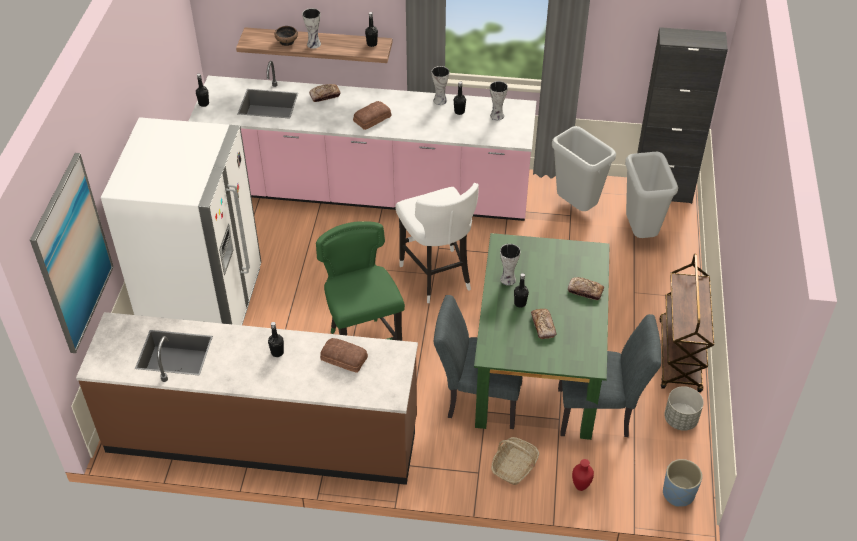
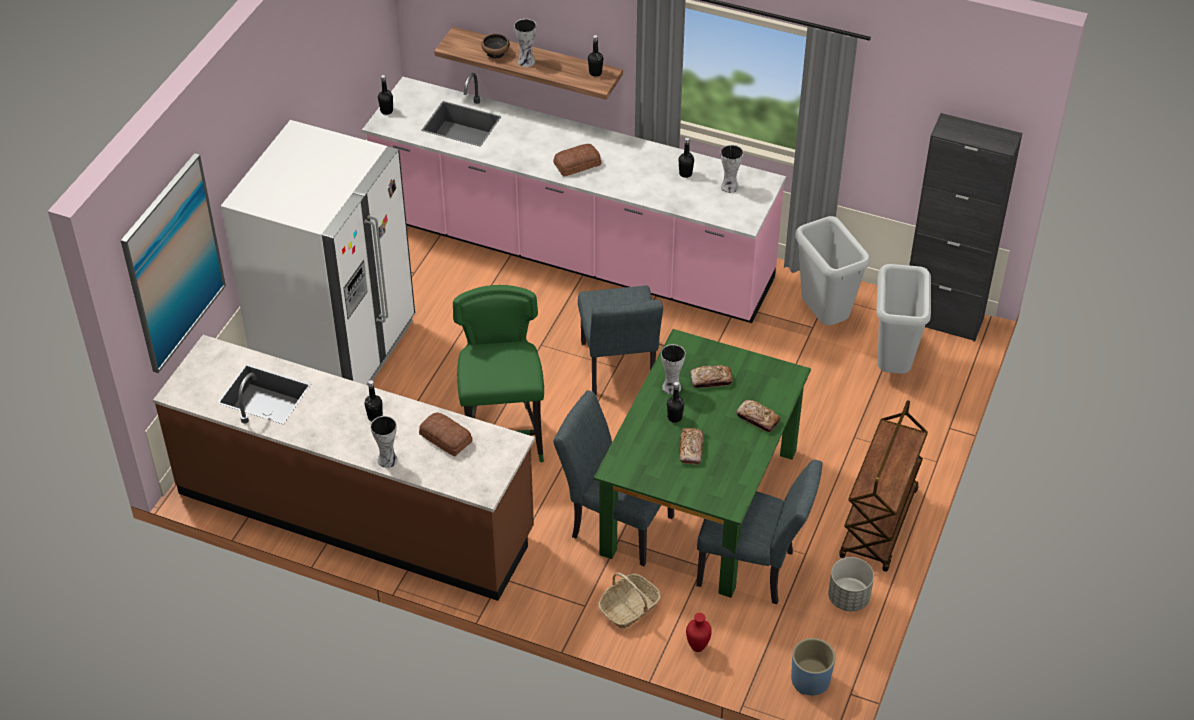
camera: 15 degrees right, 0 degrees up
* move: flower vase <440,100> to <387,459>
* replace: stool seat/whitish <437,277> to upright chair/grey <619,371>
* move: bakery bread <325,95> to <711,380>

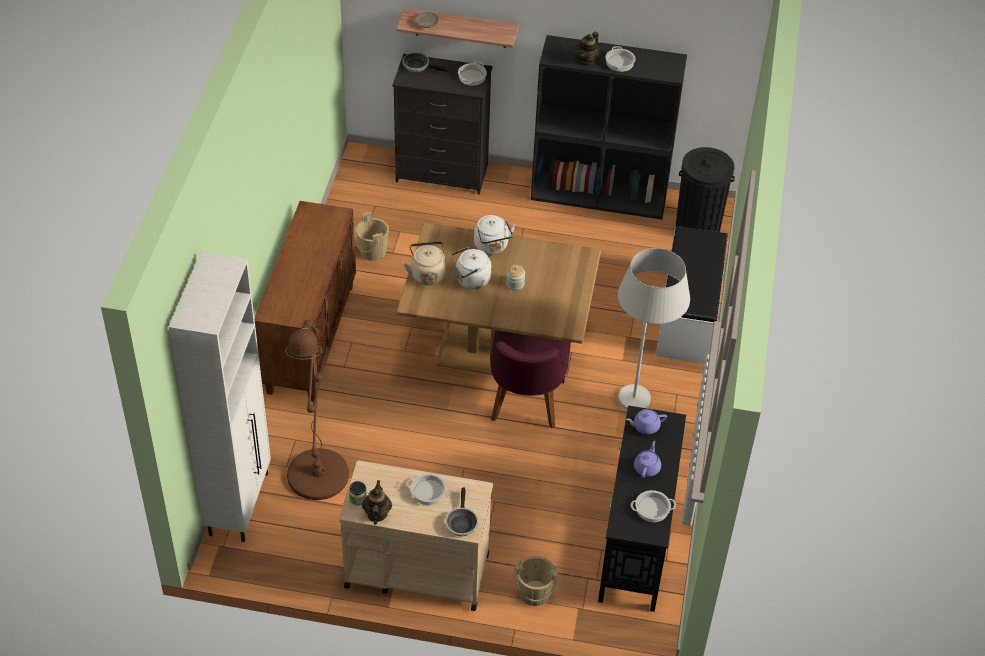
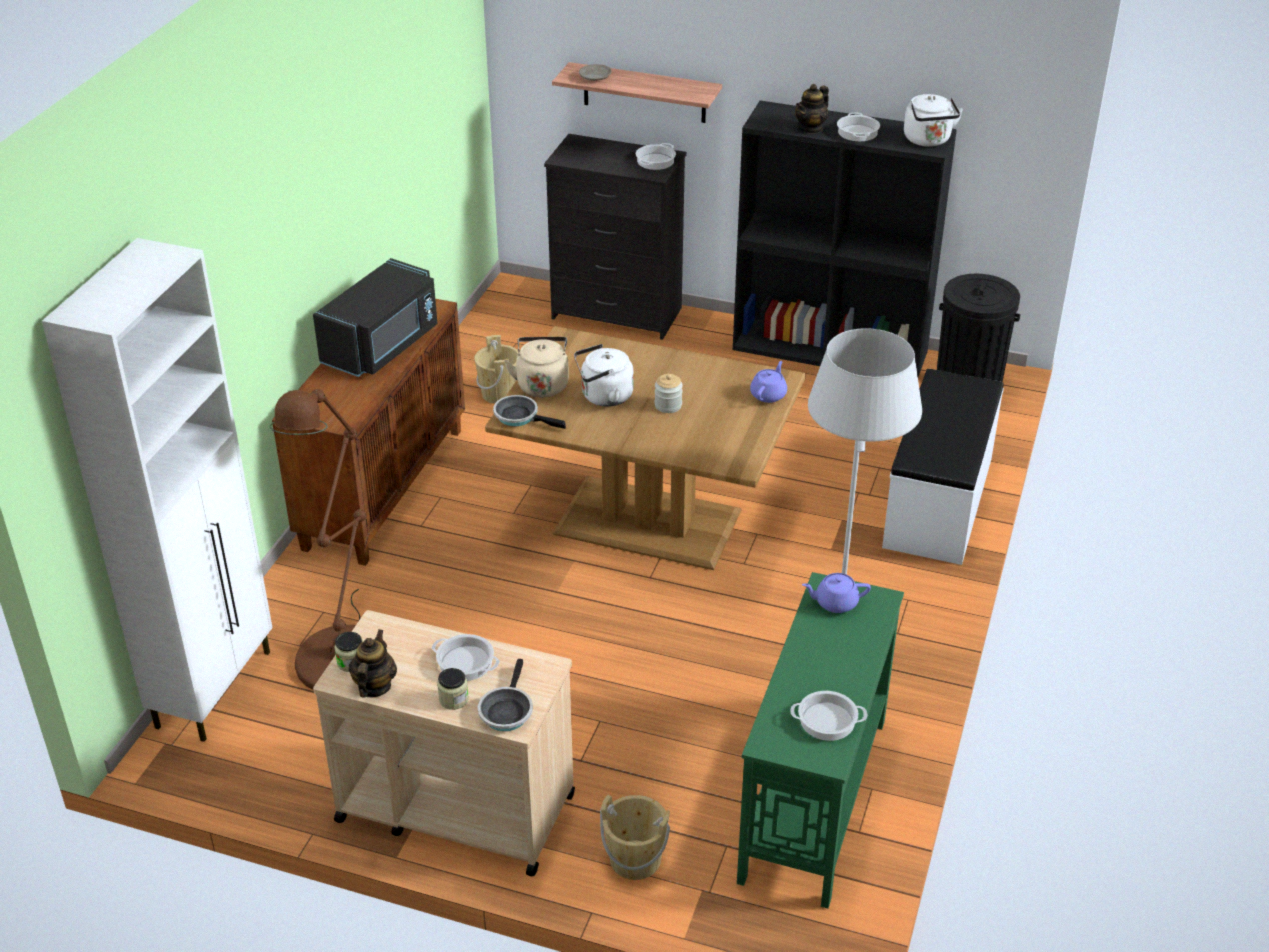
camera: 10 degrees right, 10 degrees down
* insert: microwave/blackish <383,346>
* insert: preserve jar <453,699>
* move: frying pan <418,65> to <520,417>
* recolor: console table/blackish <635,542> to console table/greenish <812,799>
* move: pot for tea/purple-coloured <647,467> to <768,394>
* move: kettle/whitish <492,247> to <928,141>
* delete: upright chair/purple-coloured <525,406>

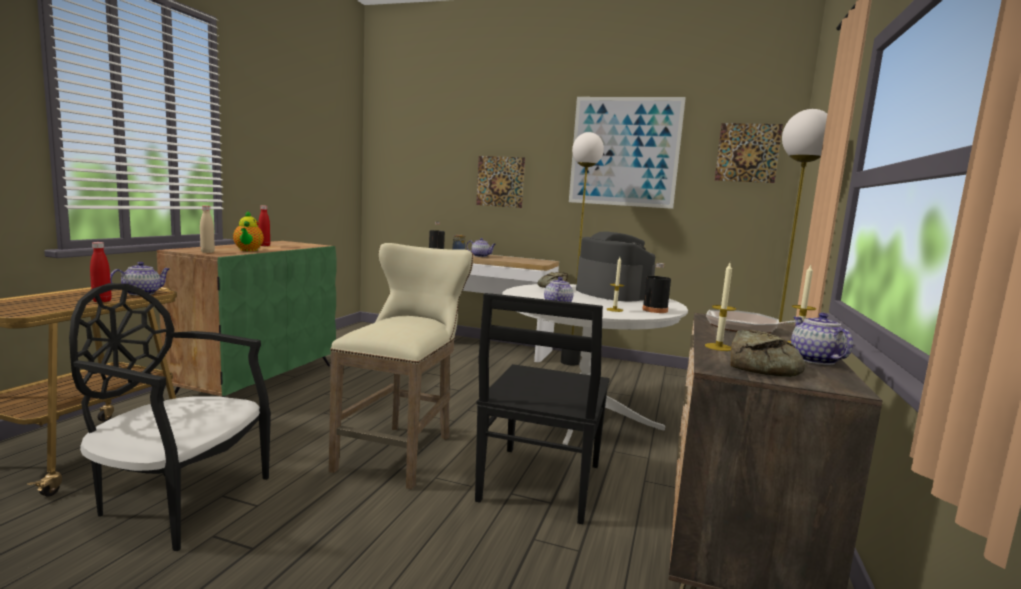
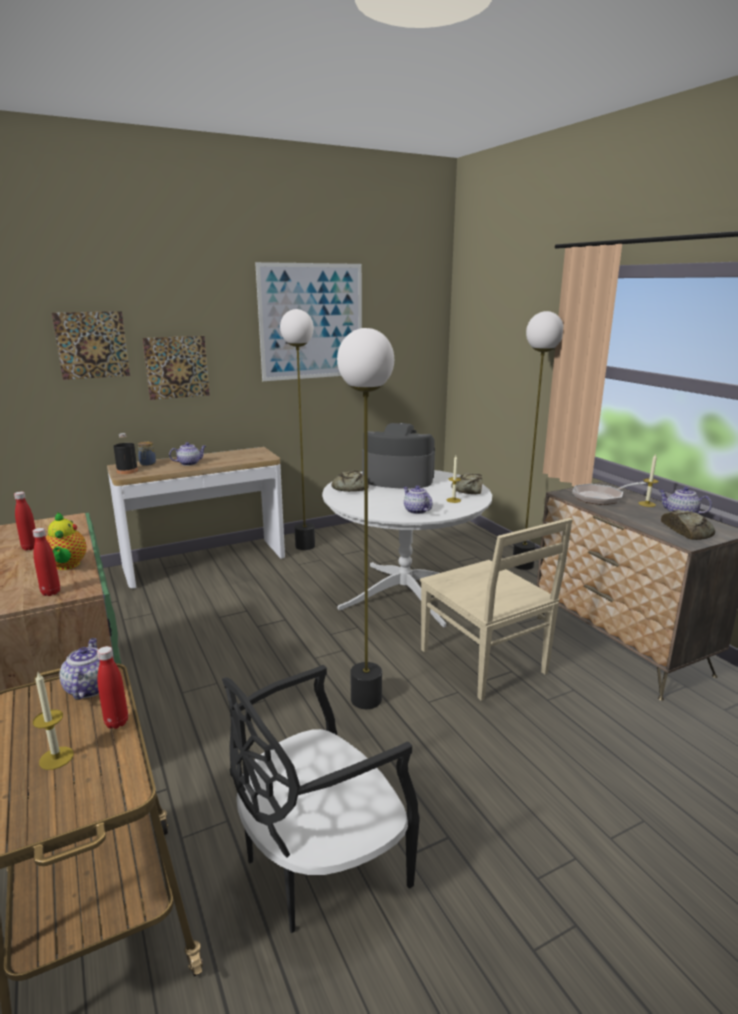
camera: 45 degrees left, 10 degrees up
* recolor: bottle/beige-coloured <207,252> to bottle/reddish <51,592>
* move: wax candle <718,347> to <56,758>
* rotate: pot for tea <248,250> = <67,566> 45 degrees clockwise
* move: picture <747,153> to <92,345>
* replace: stool seat/beige-coloured <402,451> to standing lamp <366,699>
* recolor: upright chair/blackish <539,484> to upright chair/beige-coloured <484,663>
* replace: bottle/blackish <655,310> to bakery bread <468,489>

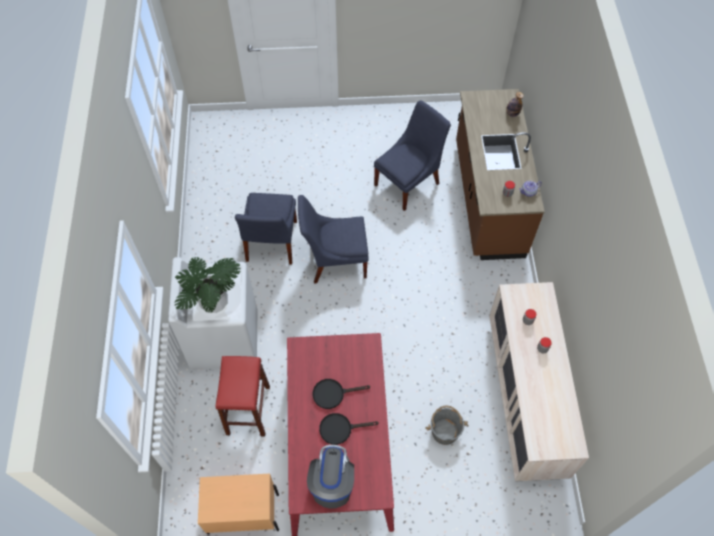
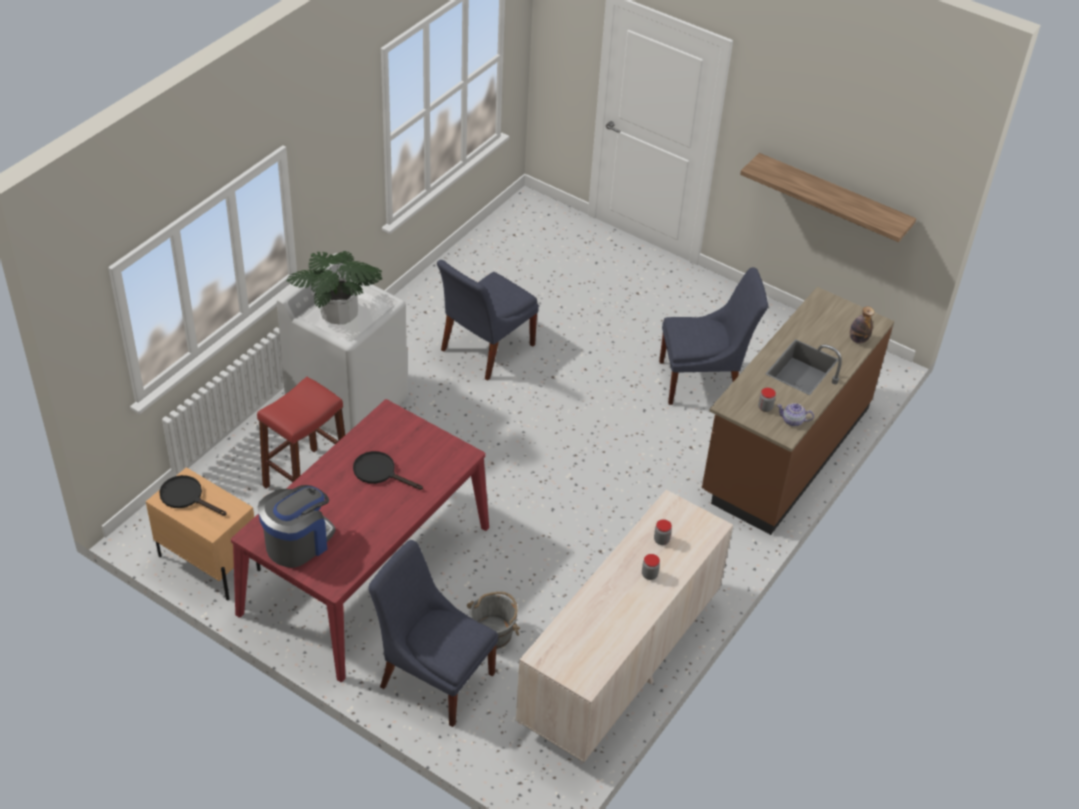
camera: 35 degrees right, 15 degrees down
* move: frying pan/blackish <340,428> to <186,496>
* move: upright chair/blue-coloured <334,260> to <433,676>
* insert: wall shelf <833,197>

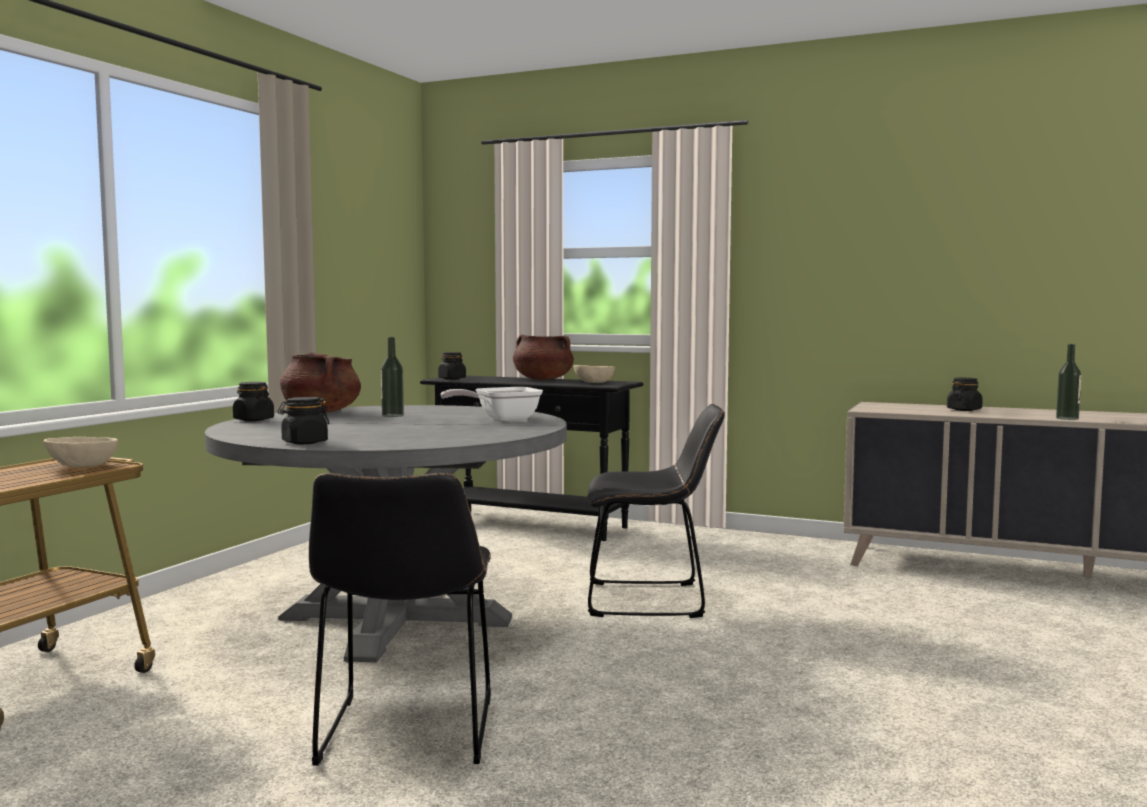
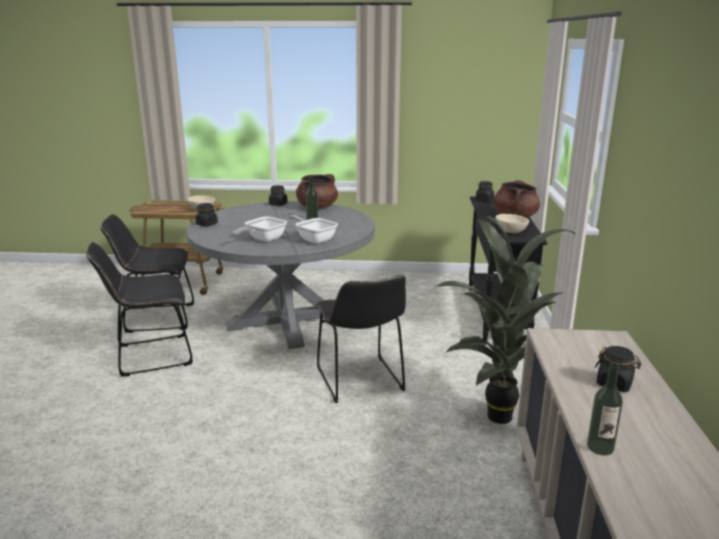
camera: 70 degrees right, 15 degrees up
* insert: upright chair/blackish <156,318>
* insert: frying pan <263,239>
* insert: potted plant <495,413>

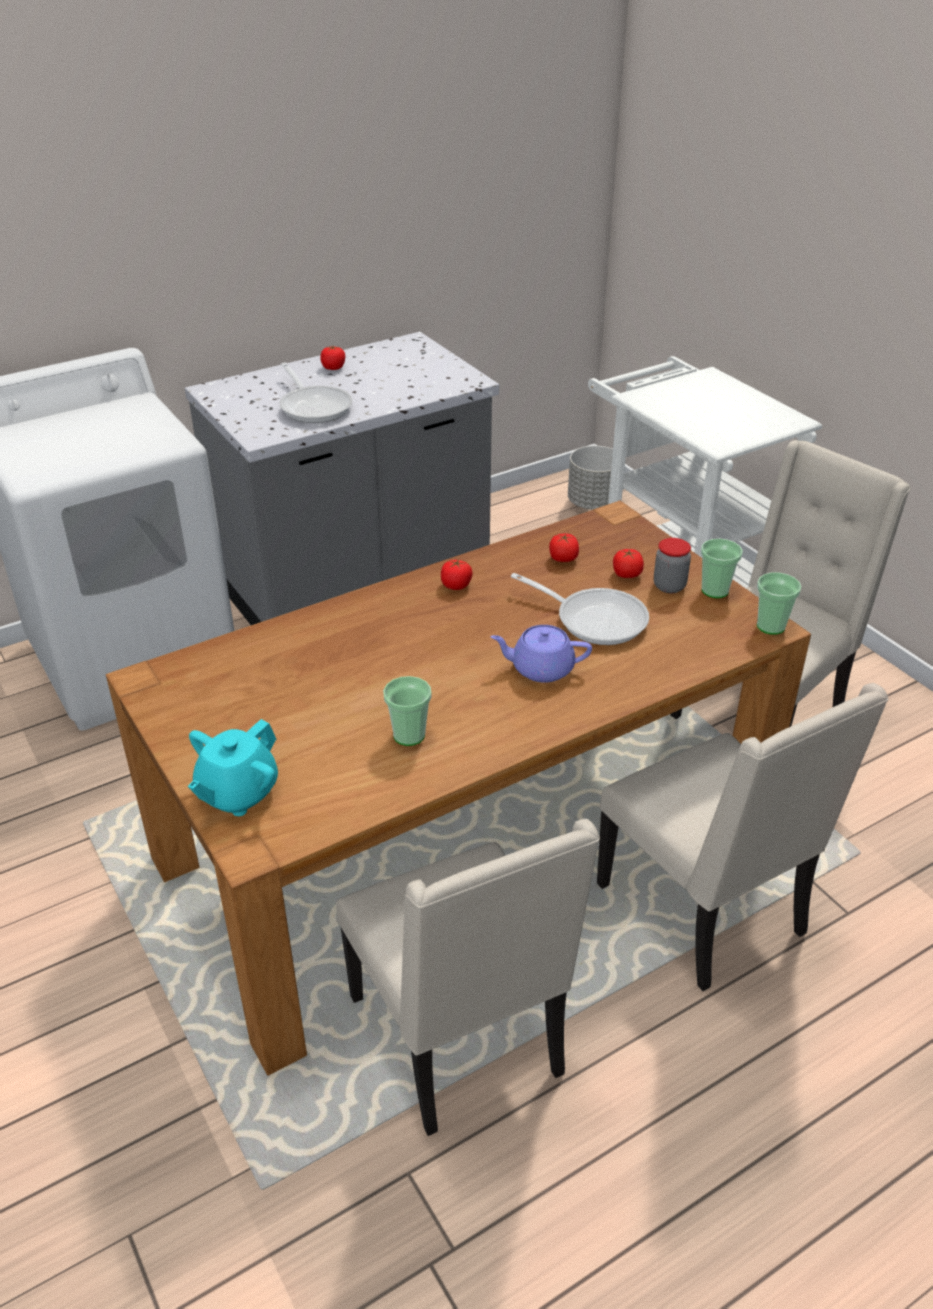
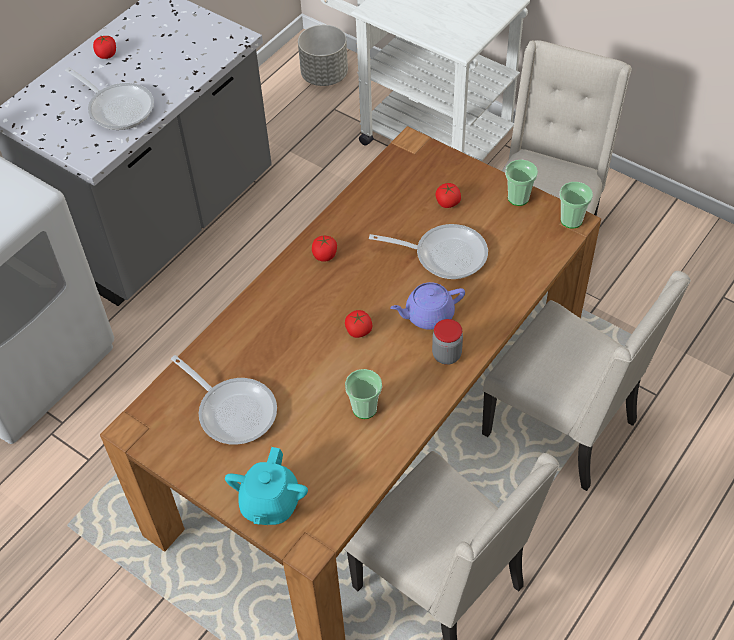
camera: 20 degrees left, 15 degrees up
* insert: frying pan <233,410>
* move: whole tomato <563,559> to <358,331>
* move: preserve jar <669,586> to <446,355>

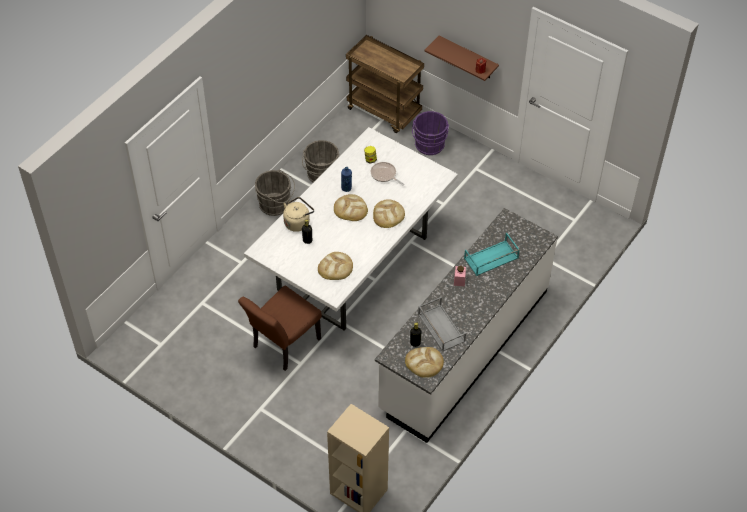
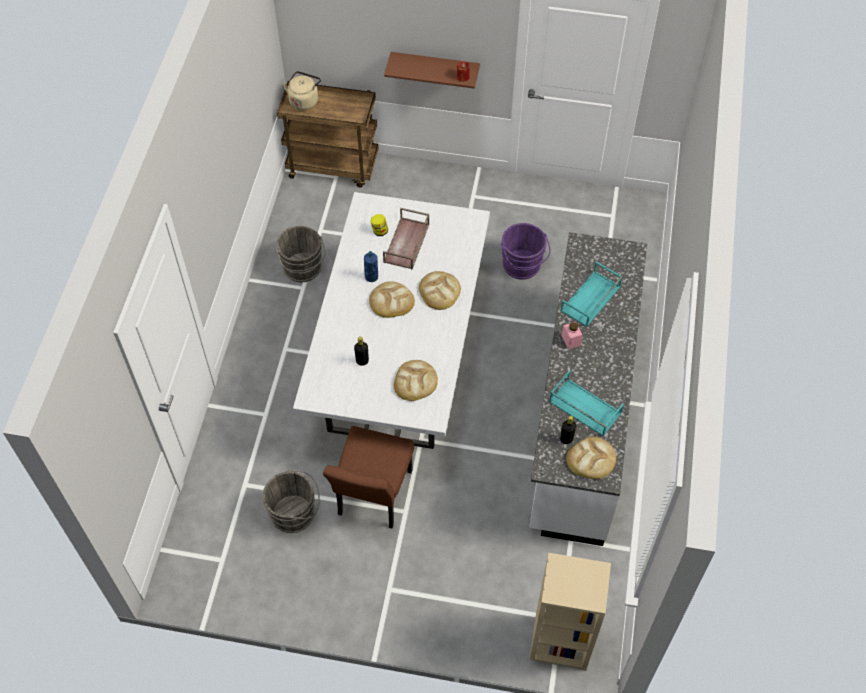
camera: 25 degrees left, 5 degrees up
* move: water bucket/grey <276,205> to <295,514>
* move: kettle/beige-coloured <298,222> to <304,100>
* replace: frying pan <384,175> to carrying tray/brown <407,244>
* move: water bucket/purple-coloured <429,146> to <522,267>
* recolor: carrying tray/grey <440,327> to carrying tray/turquoise <584,407>

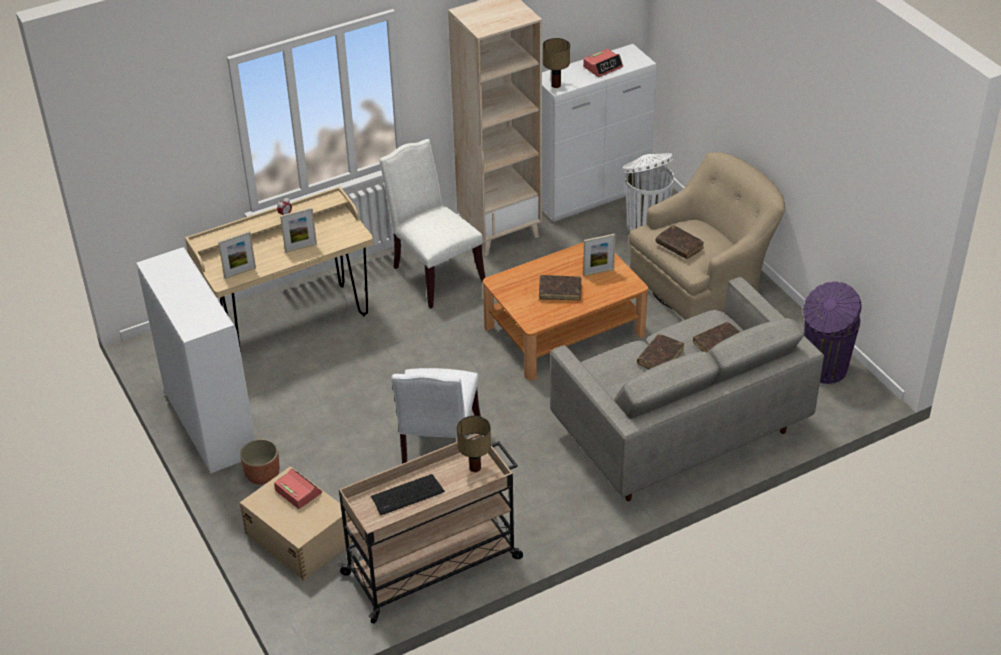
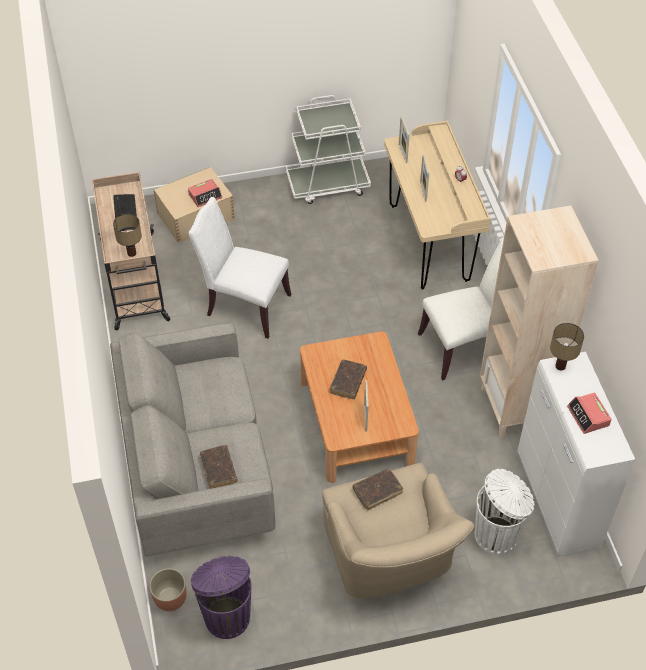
camera: 105 degrees right, 10 degrees up
* move: planter <262,475> to <170,598>
* replace: cupboard/whitish <210,424> to trolley/whitish <328,184>
* delete: bound book/brown <660,358>

